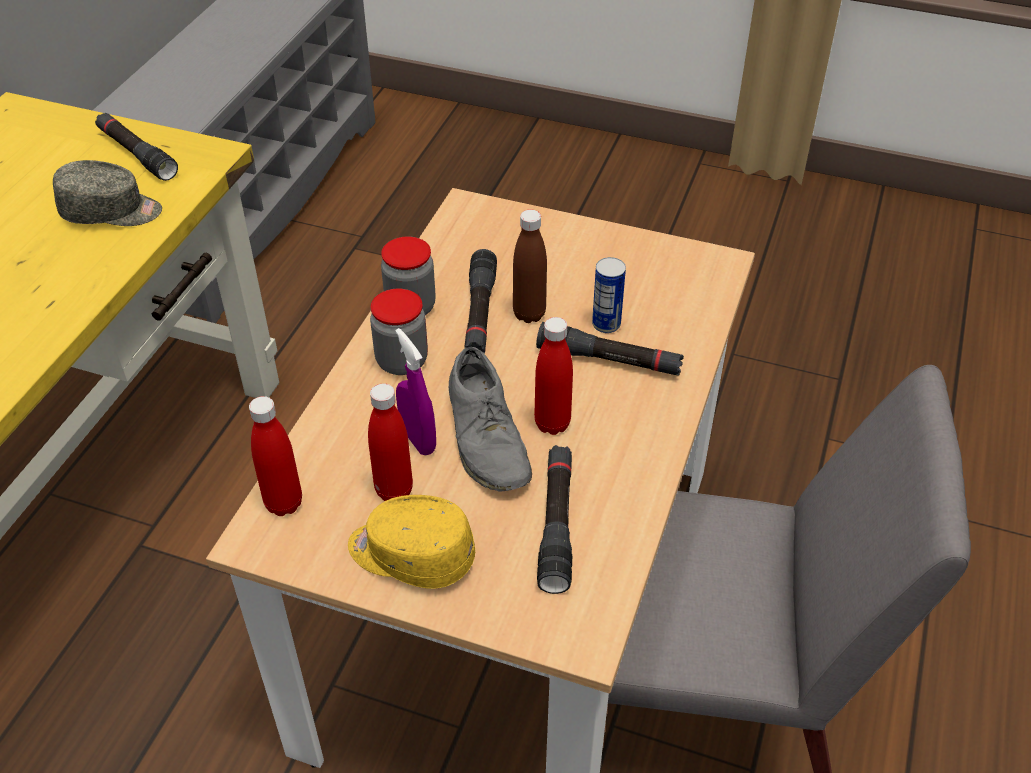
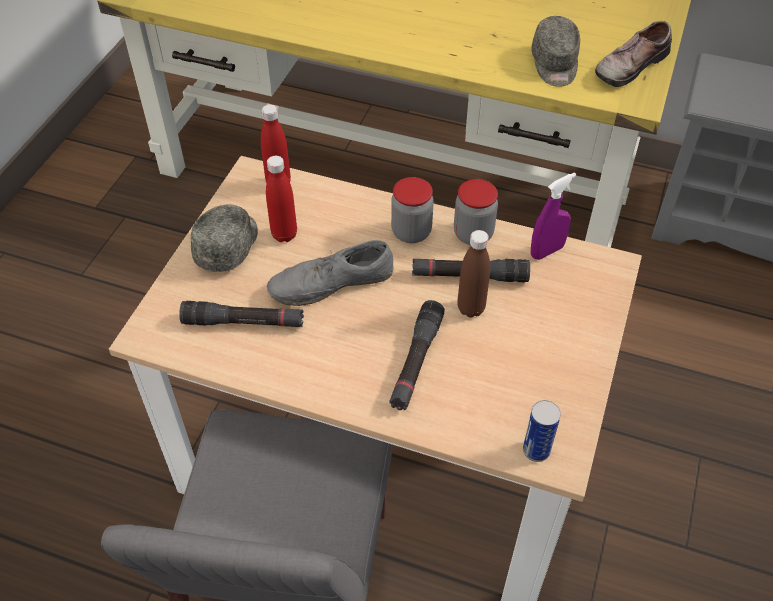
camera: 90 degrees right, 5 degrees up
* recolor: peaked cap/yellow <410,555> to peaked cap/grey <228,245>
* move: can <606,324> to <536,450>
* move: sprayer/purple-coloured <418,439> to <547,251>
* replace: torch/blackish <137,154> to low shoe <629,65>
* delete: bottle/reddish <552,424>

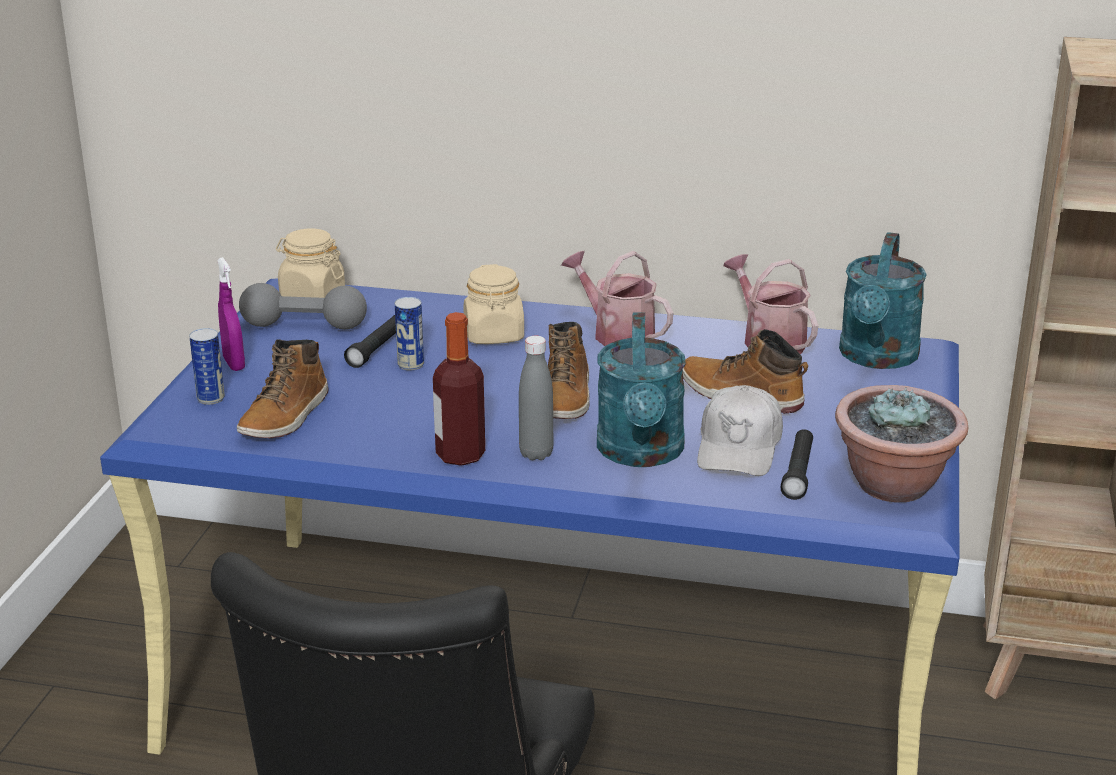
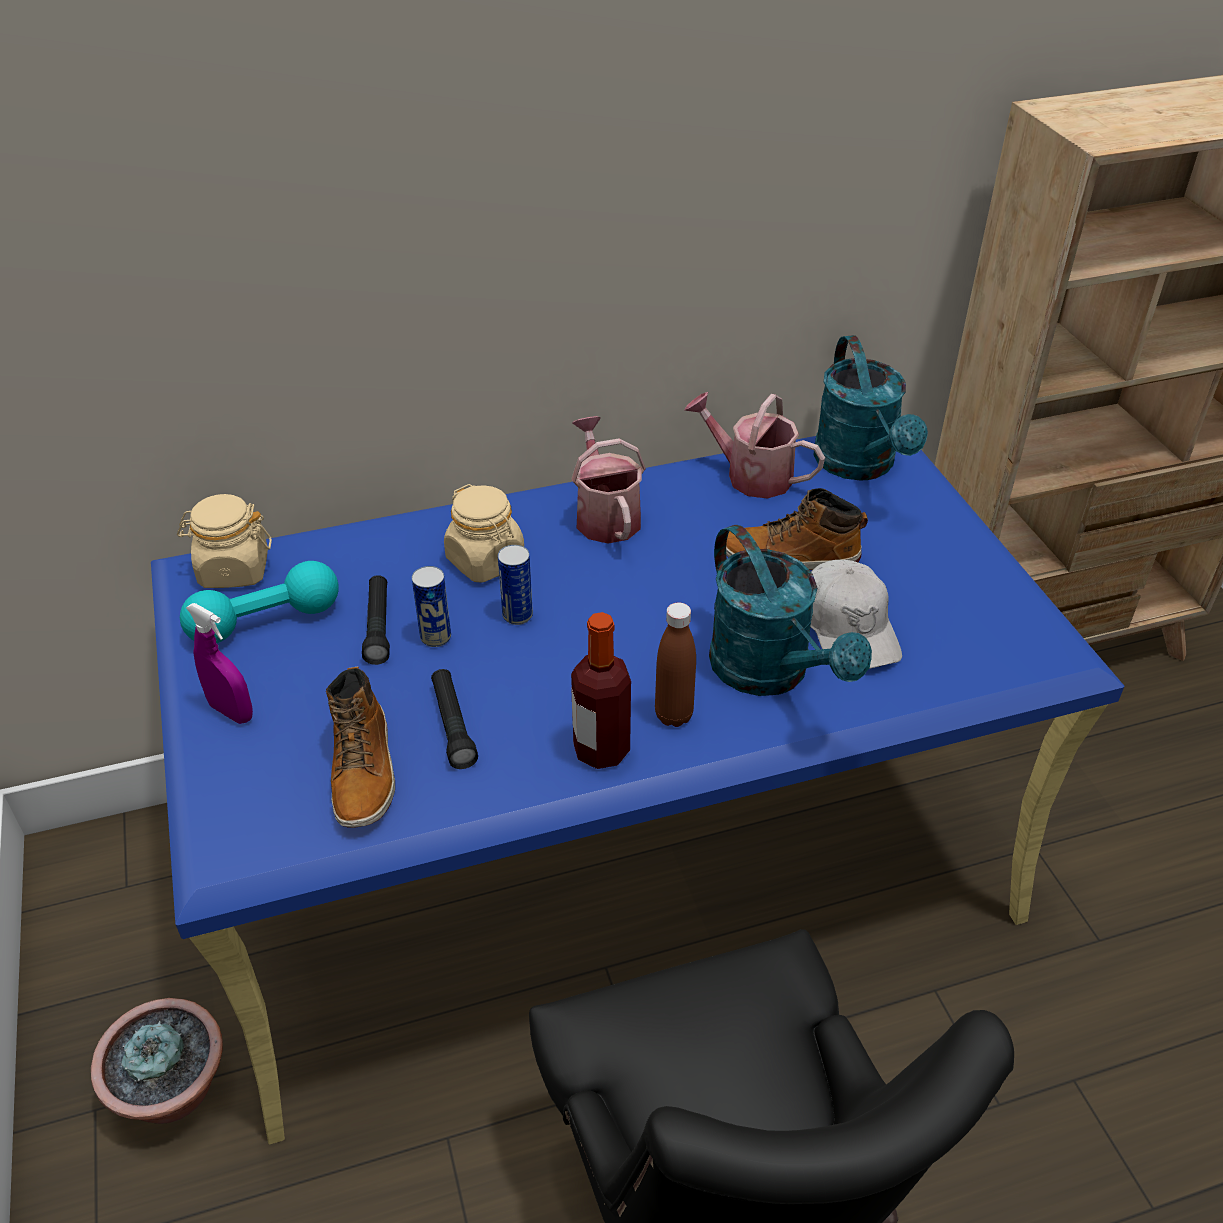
camera: 30 degrees left, 15 degrees up
* move: potted plant <894,486> to <175,1092>
* recolor: free weight/grey <304,326> to free weight/turquoise <265,621>
* move: torch/blackish <798,473> to <453,726>
* move: can <210,399> to <517,615>
* rotate: watering can <617,333> = <605,515> 60 degrees clockwise
* recolor: bottle/grey <536,454> to bottle/brown <673,715>
* delete: tall boot <566,398>

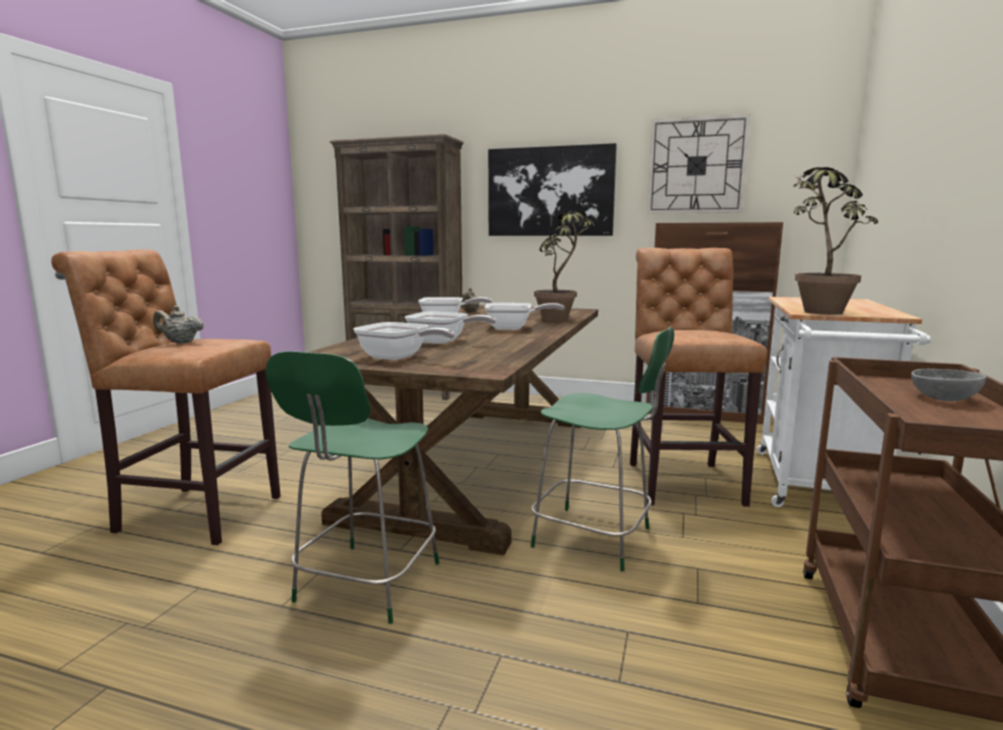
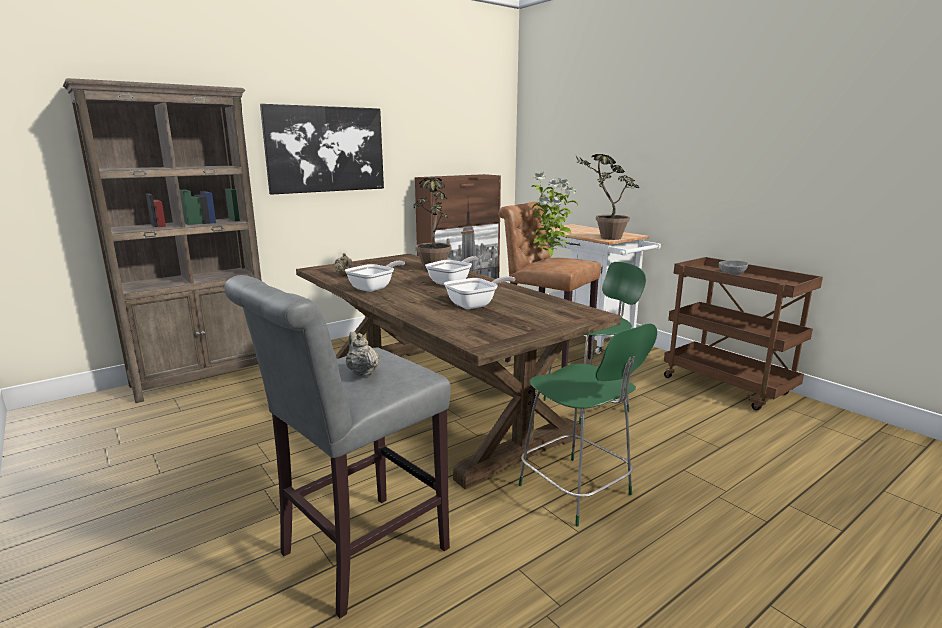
camera: 55 degrees left, 5 degrees up
* recolor: stool seat/brown <193,513> to stool seat/grey <356,555>
* rotate: pot for tea/beige-coloured <179,342> = <362,372> 105 degrees clockwise
* insert: potted plant <550,258>
* delete: frying pan <398,358>
* delete: clock on the wall <696,166>

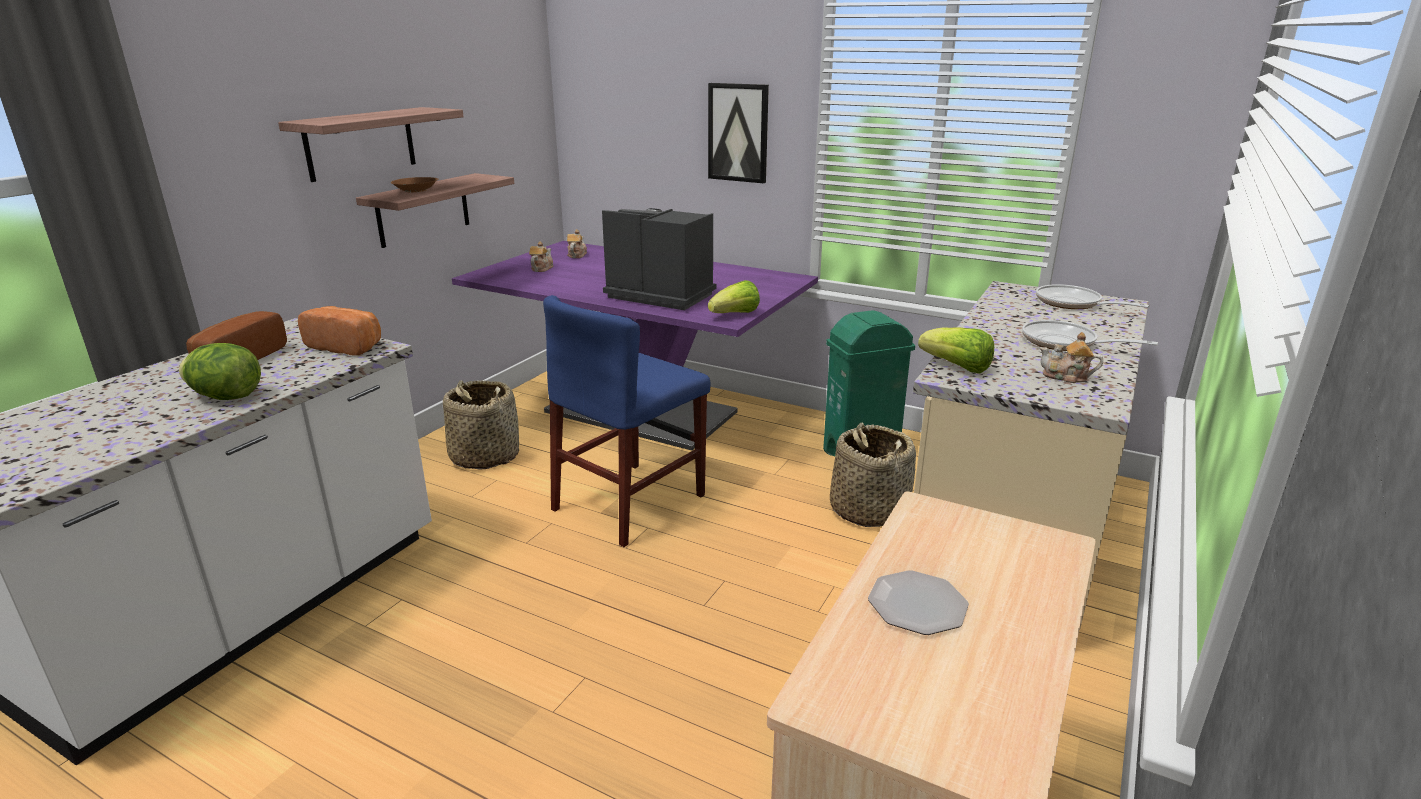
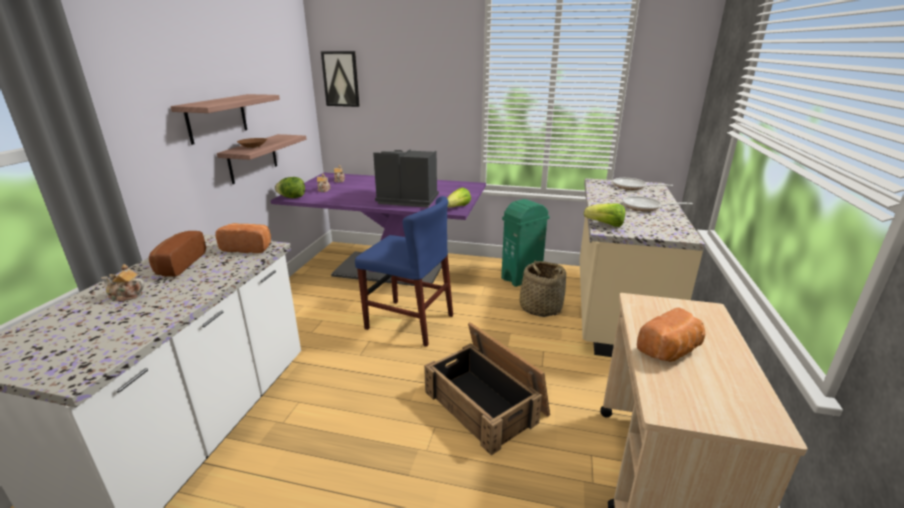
camera: 15 degrees left, 0 degrees up
* move: pot for tea <1066,377> to <126,296>
* move: lettuce head <226,397> to <292,197>
* move: picture <738,133> to <341,79>
* rotate: upright chair/blue-coloured <629,502> = <409,322> 90 degrees counterclockwise
* insert: packing crate <486,403>
* replace: dinner plate <916,605> to bakery bread <671,351>
* delete: storage basket <484,456>

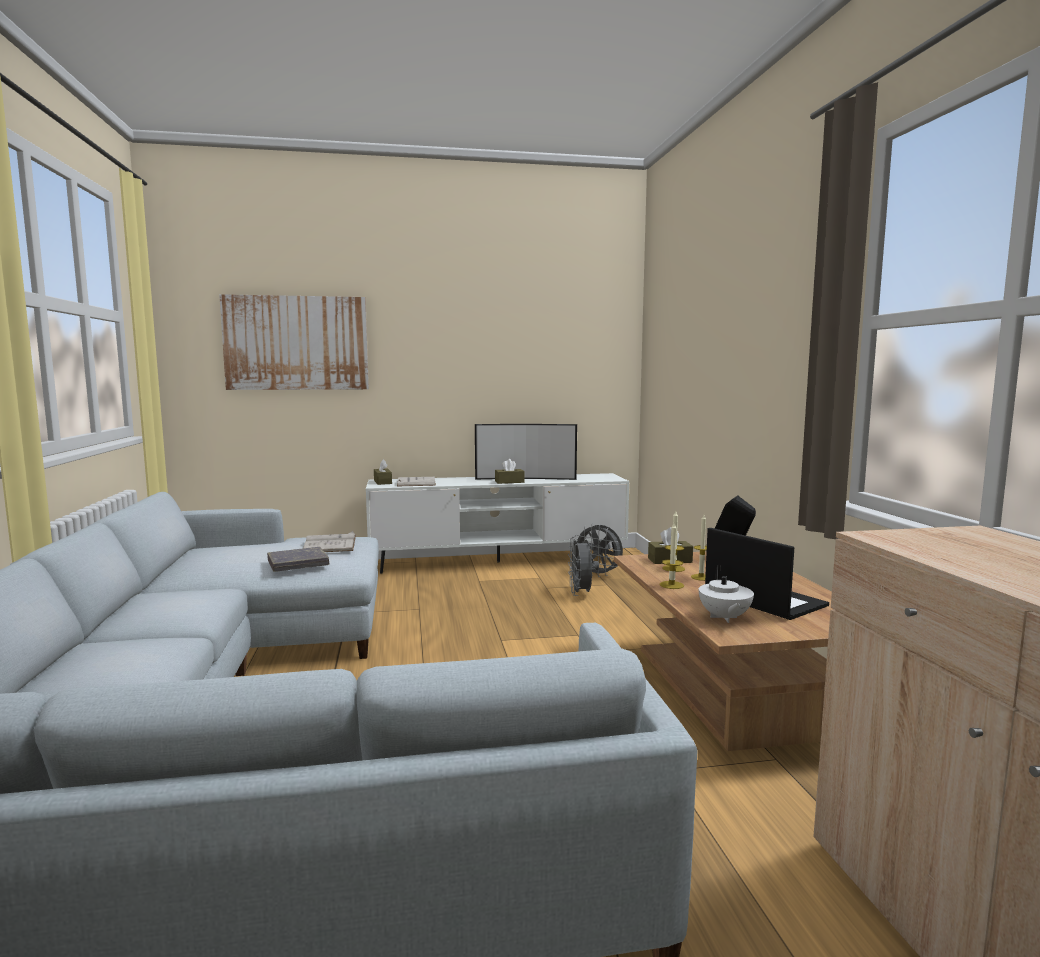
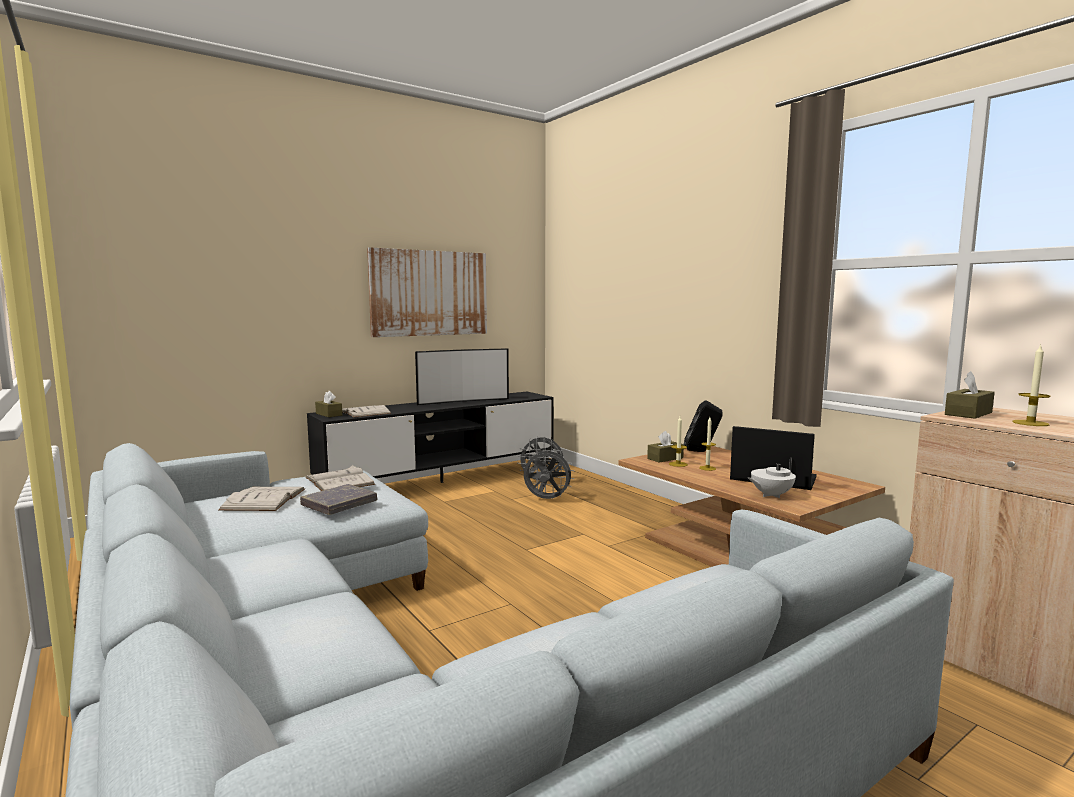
camera: 25 degrees left, 0 degrees up
* insert: bound book/whitish <264,499>
* recolor: media console/whitish <498,562> to media console/blackish <442,482>
* move: picture <296,343> to <429,293>
* rotate: fan/grey <581,594> = <546,500> 135 degrees clockwise
* rotate: pot for tea/whitish <724,618> = <770,495> 90 degrees clockwise
* move: box of tissues/brown <509,482> to <968,413>
* move: wax candle <671,585> to <1030,423>

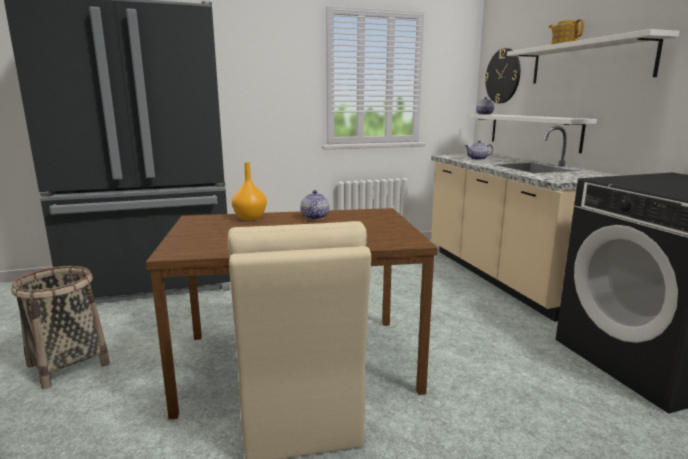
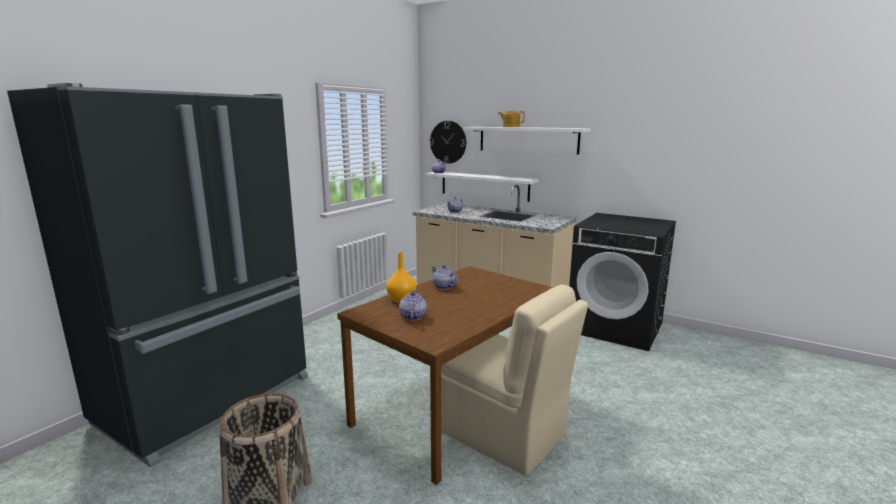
camera: 40 degrees left, 0 degrees up
* insert: pot for tea <412,317>

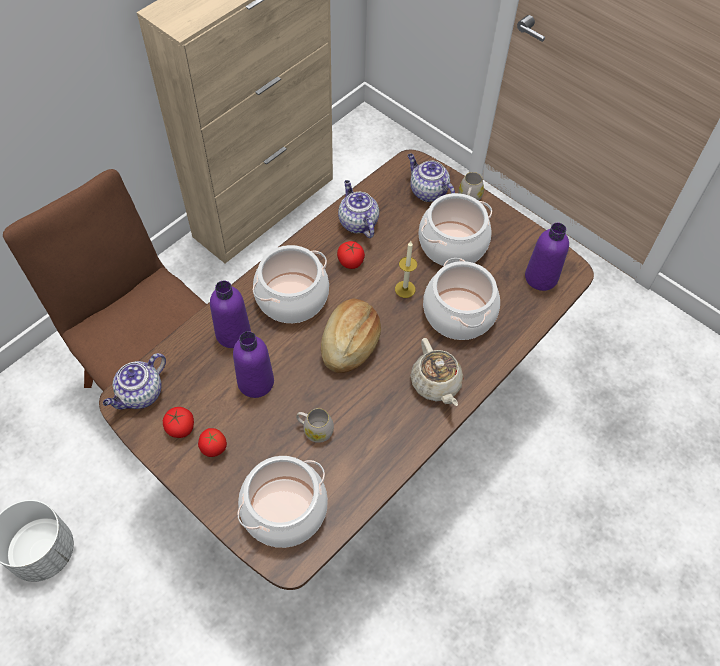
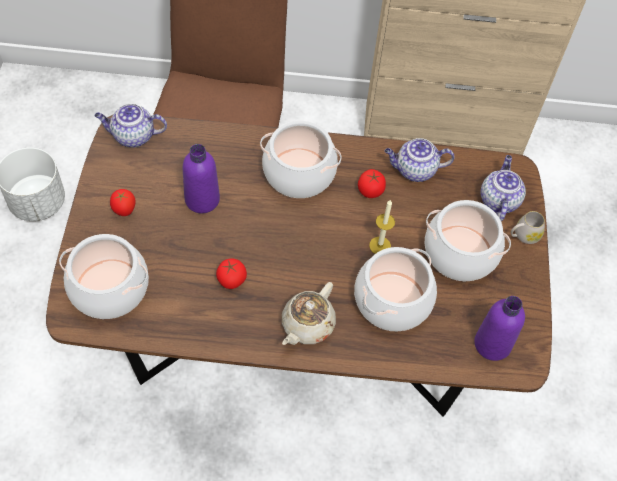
camera: 50 degrees right, 0 degrees up
* move: whole tomato <180,428> to <231,280>
* rotate: pot for tea <357,222> = <414,170> 120 degrees counterclockwise
* delete: bottle/purple-coloured <233,334>
* delete: mug/whitish <315,430>
* delete: bakery bread <350,343>

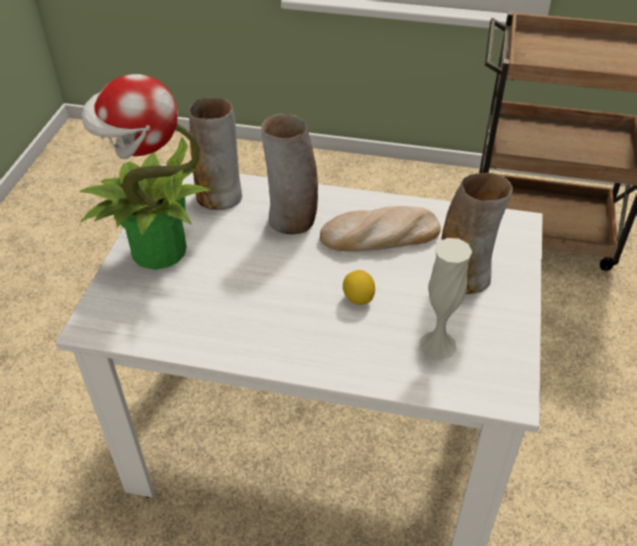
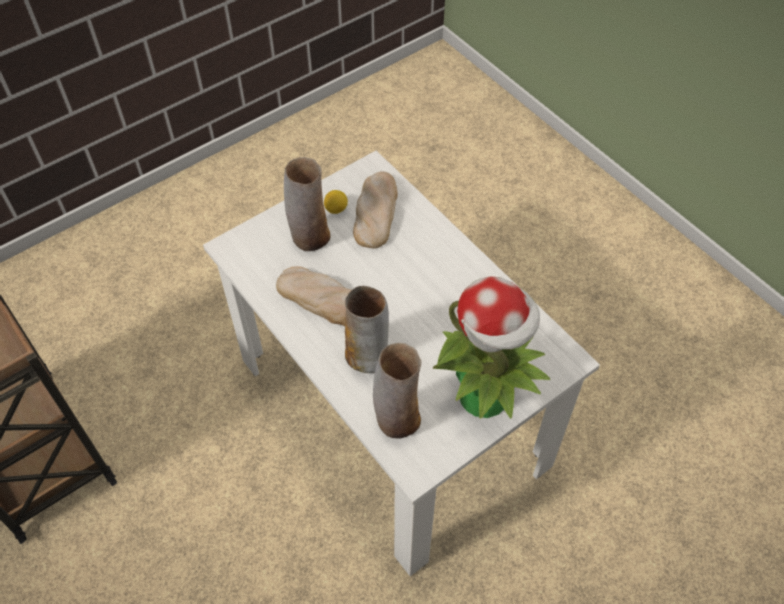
camera: 140 degrees left, 10 degrees up
* move: lemon <358,298> to <336,209>
* replace: flower vase/whitish <437,345> to bakery bread <375,212>

